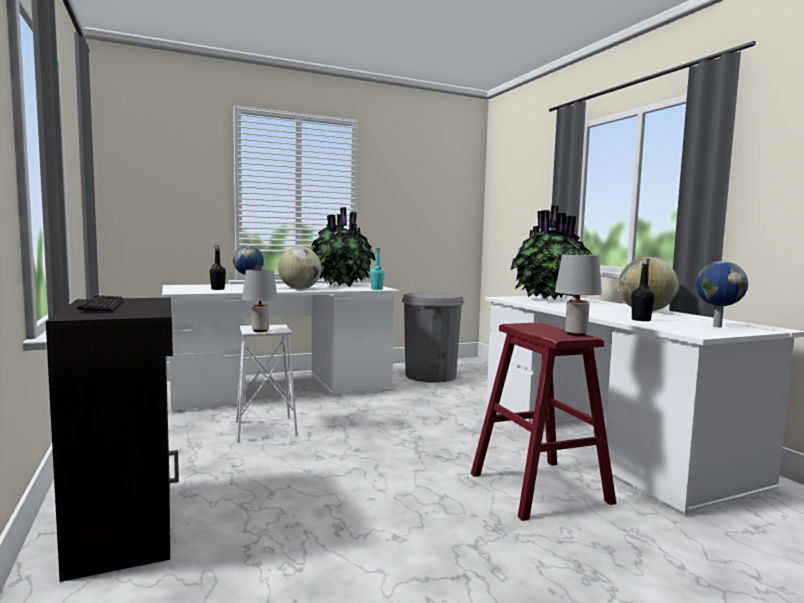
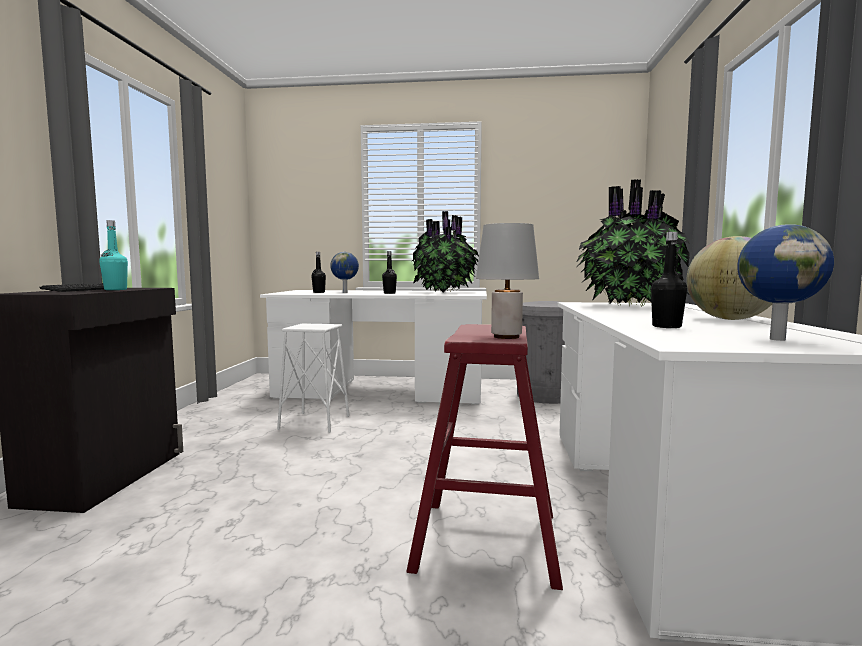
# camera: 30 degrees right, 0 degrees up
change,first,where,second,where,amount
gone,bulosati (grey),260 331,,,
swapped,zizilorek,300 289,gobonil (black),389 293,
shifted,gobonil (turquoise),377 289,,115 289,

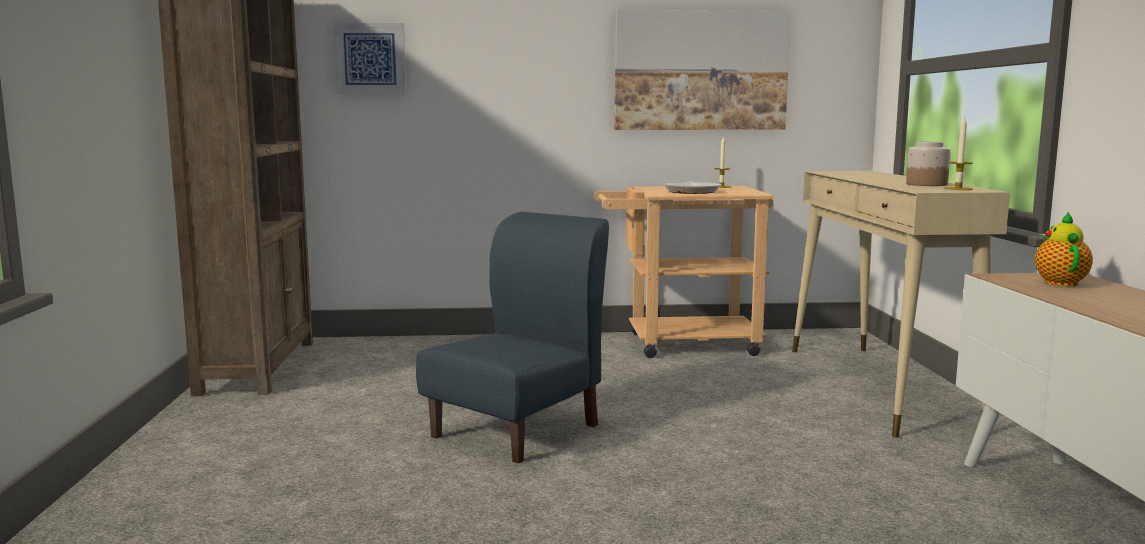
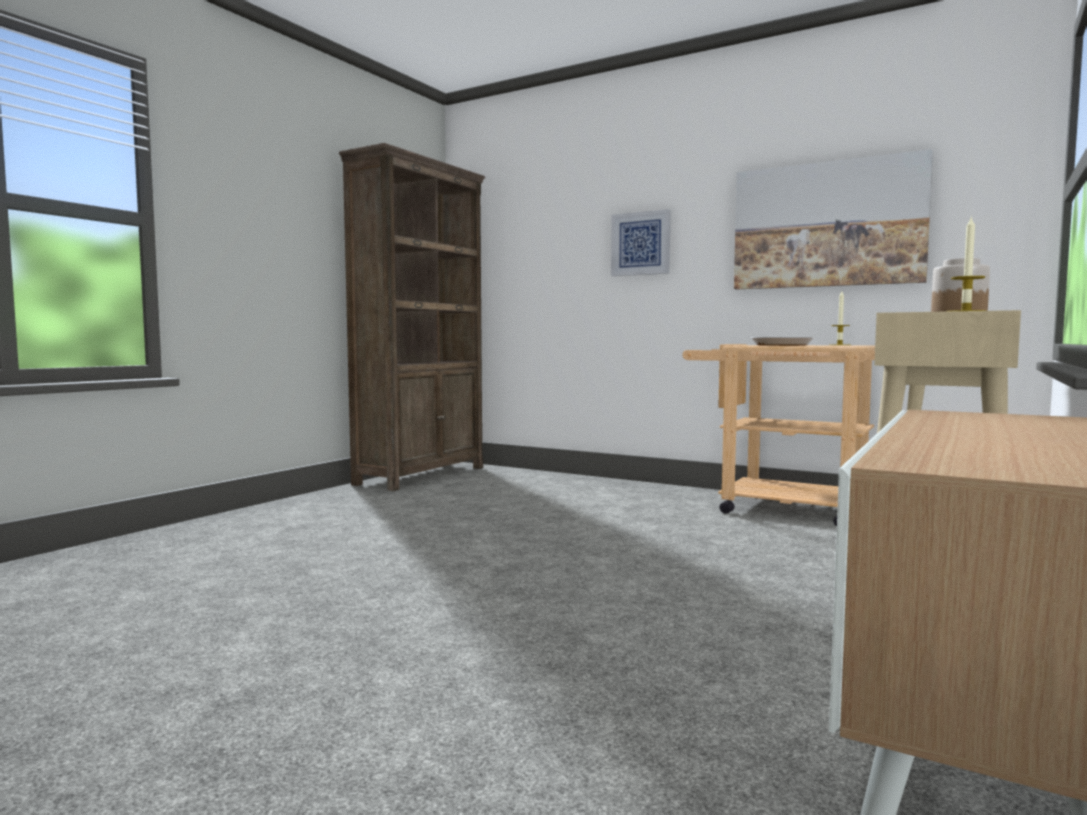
# camera: 35 degrees right, 5 degrees down
change,first,where,second,where,amount
shifted,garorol,370 58,,641 243,
gone,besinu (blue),518 430,,,
gone,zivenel,1059 282,,,

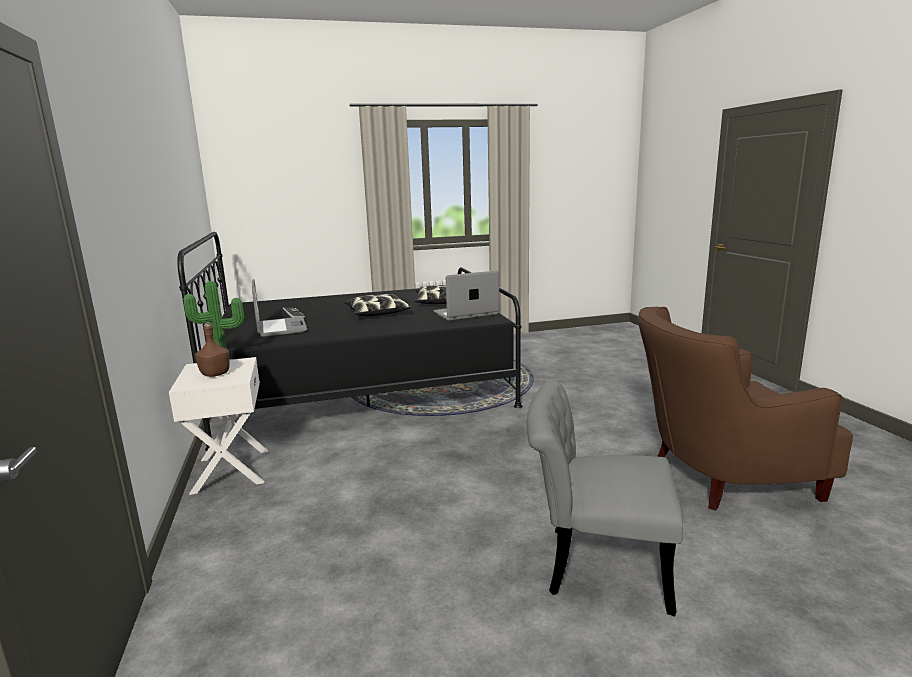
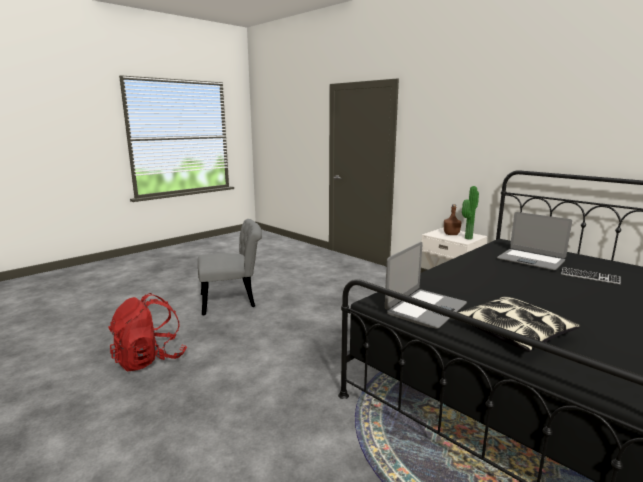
# camera: 150 degrees right, 0 degrees up
change,first,where,second,where,amount
gone,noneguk,377 313,,,
swapped,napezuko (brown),720 476,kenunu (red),150 359,

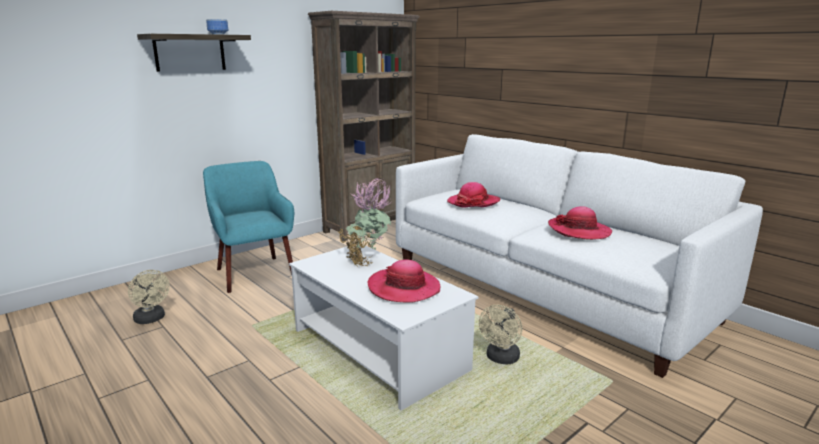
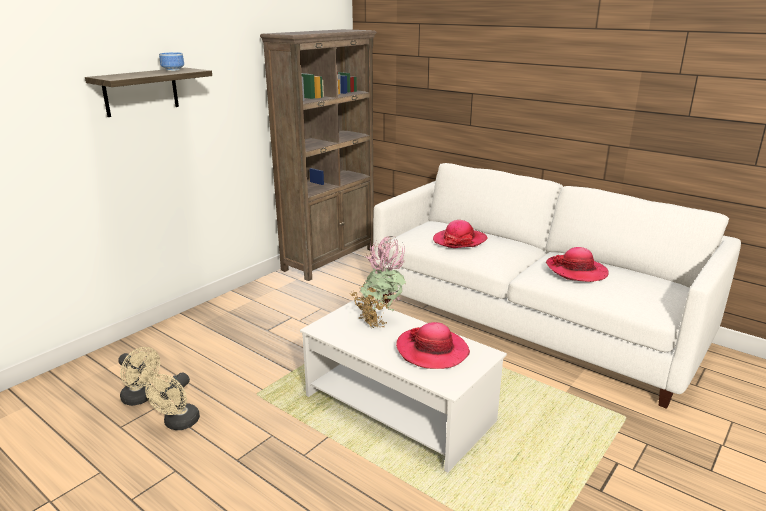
# camera: 10 degrees left, 5 degrees up
change,first,where,second,where,amount
gone,napezuko (turquoise),254 273,,,
shifted,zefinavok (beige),501 359,,178 424,

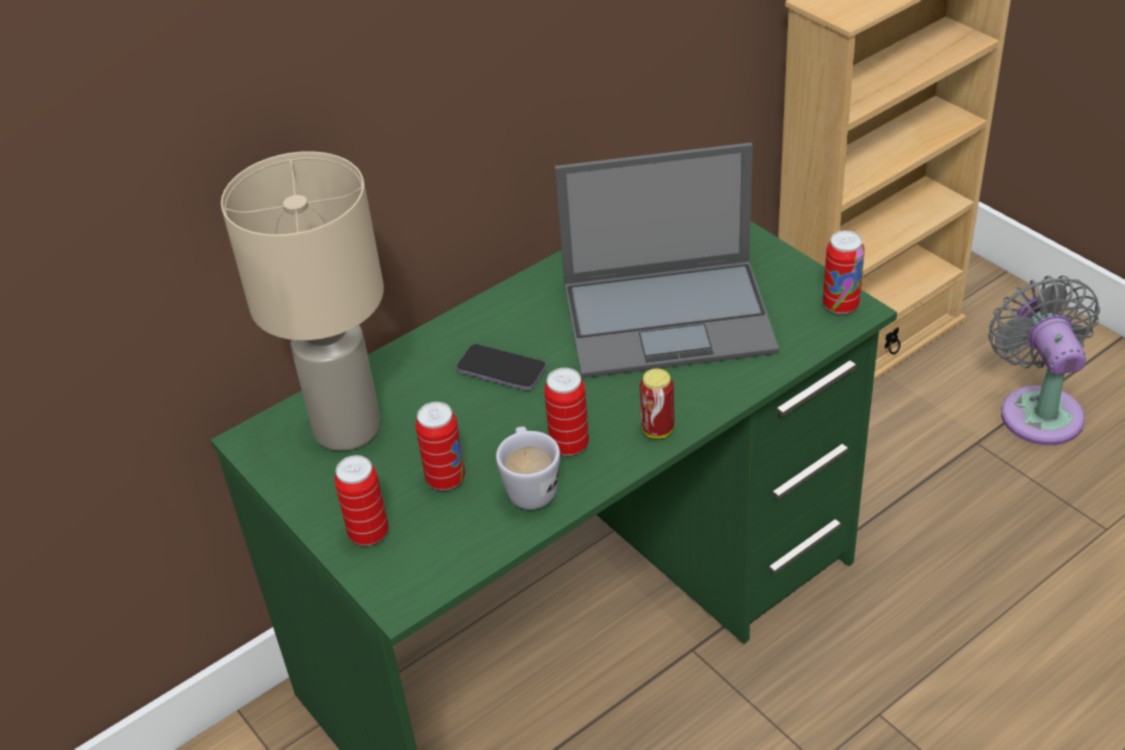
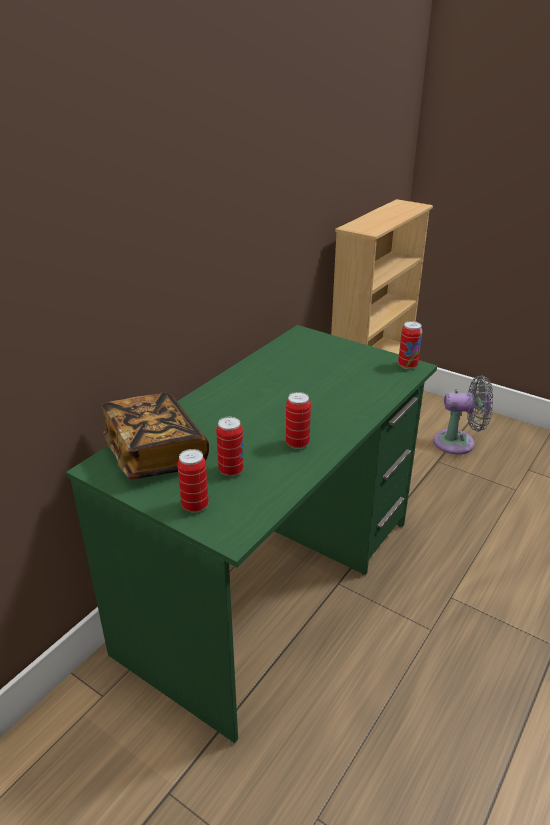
# camera: 20 degrees left, 10 degrees down
change,first,where,second,where,amount
swapped,bulosati (beige),346 429,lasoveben,155 454,
gone,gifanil,501 370,,,
gone,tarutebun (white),530 486,,,
gone,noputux,670 317,,,
gone,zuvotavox,657 430,,,
rotated,zefinavok (grey),1038 409,,458 443,120 degrees clockwise

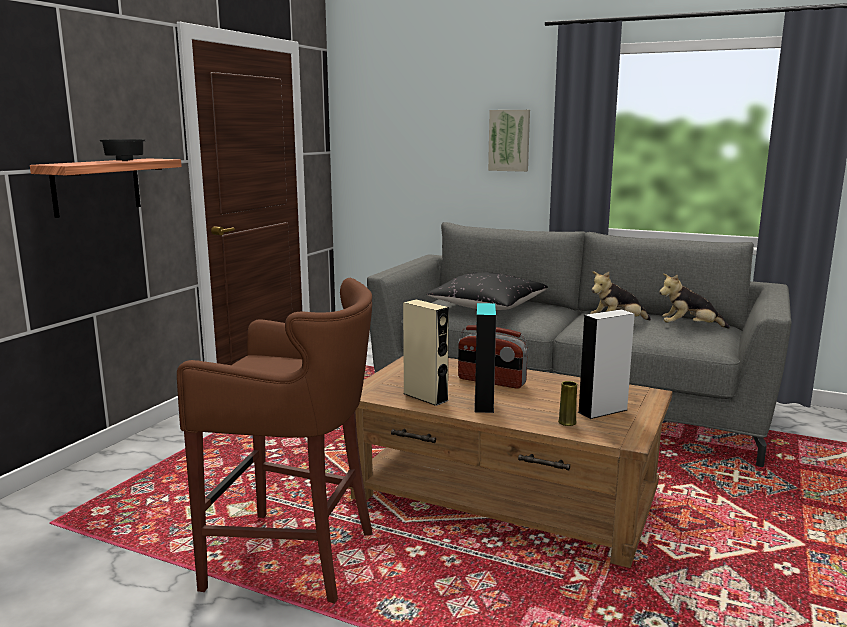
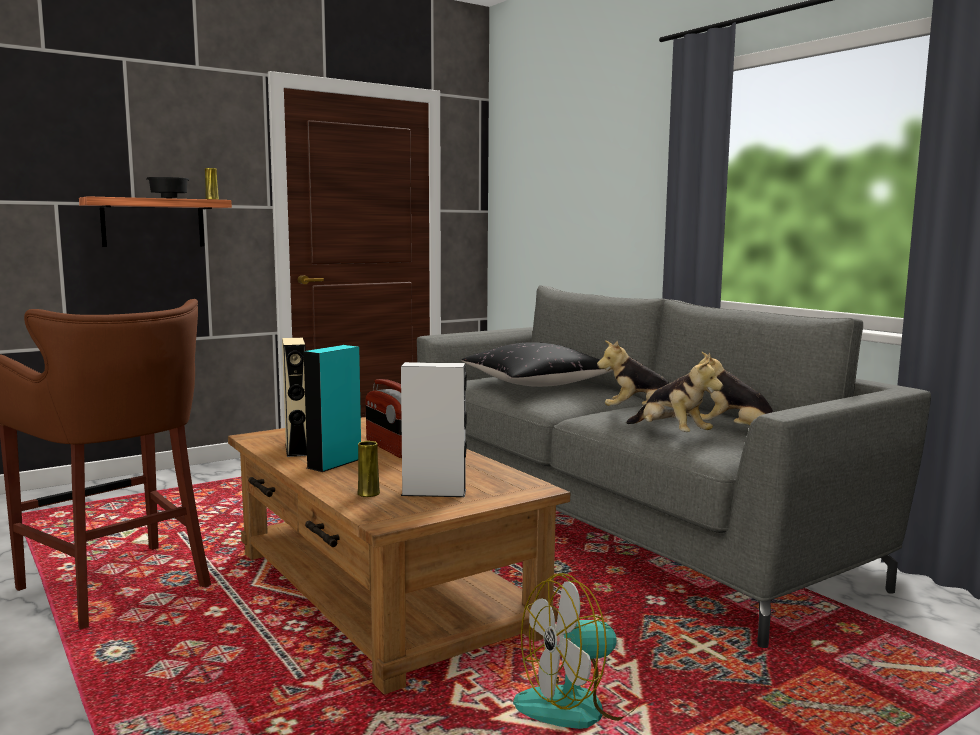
# camera: 30 degrees right, 5 degrees down
change,first,where,second,where,amount
gone,garorol,509 140,,,
new,,,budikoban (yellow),212 199,
new,,,zefinavok,578 705,
new,,,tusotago,671 434,

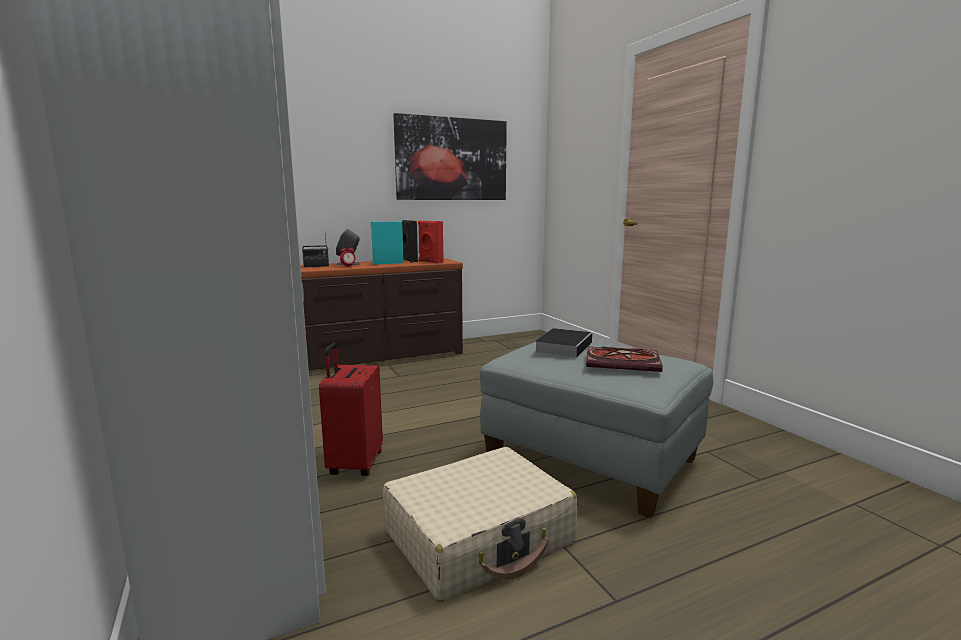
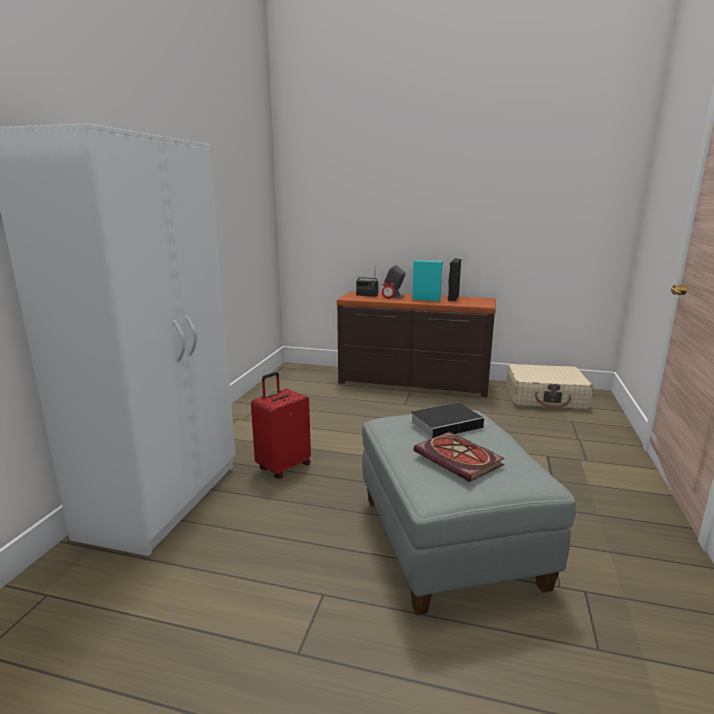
# camera: 40 degrees right, 5 degrees up
change,first,where,second,where,amount
shifted,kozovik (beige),480 538,,545 397,
gone,garorol,452 159,,,
gone,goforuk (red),430 262,,,

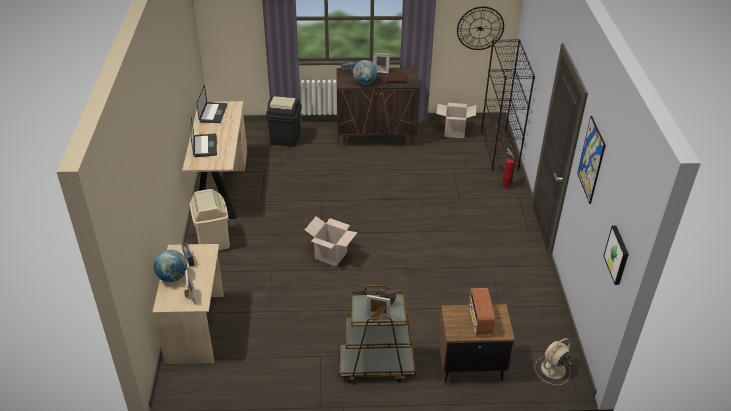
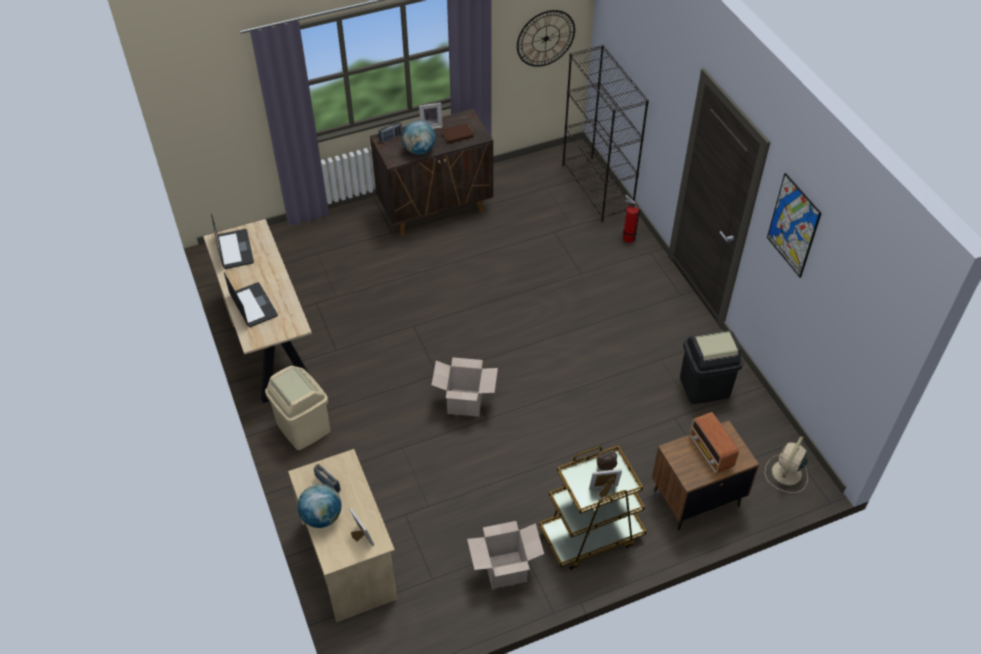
# camera: 20 degrees left, 10 degrees up
change,first,where,second,where,amount
shifted,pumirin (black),285 139,,704 387,
shifted,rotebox,454 132,,505 570,
gone,garorol,617 255,,,

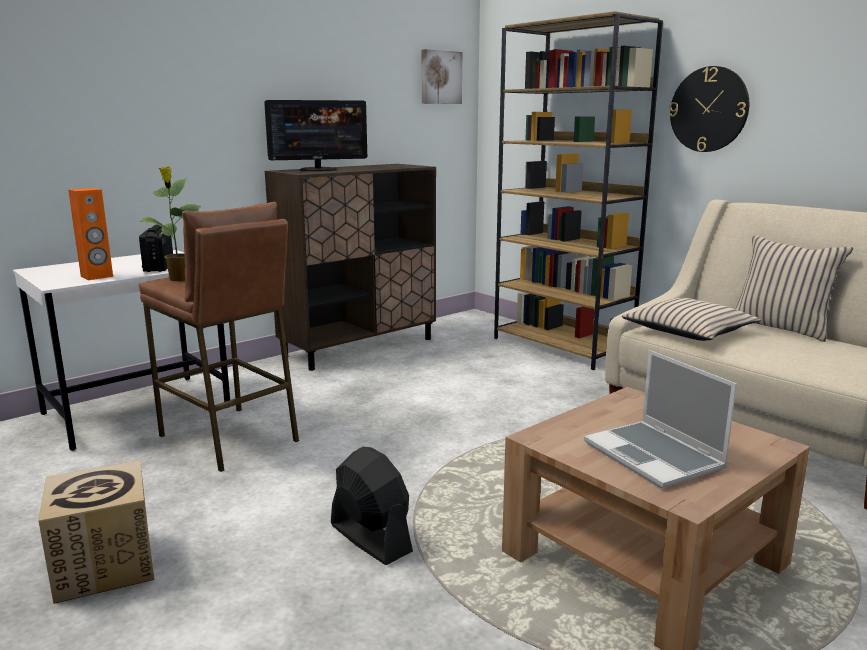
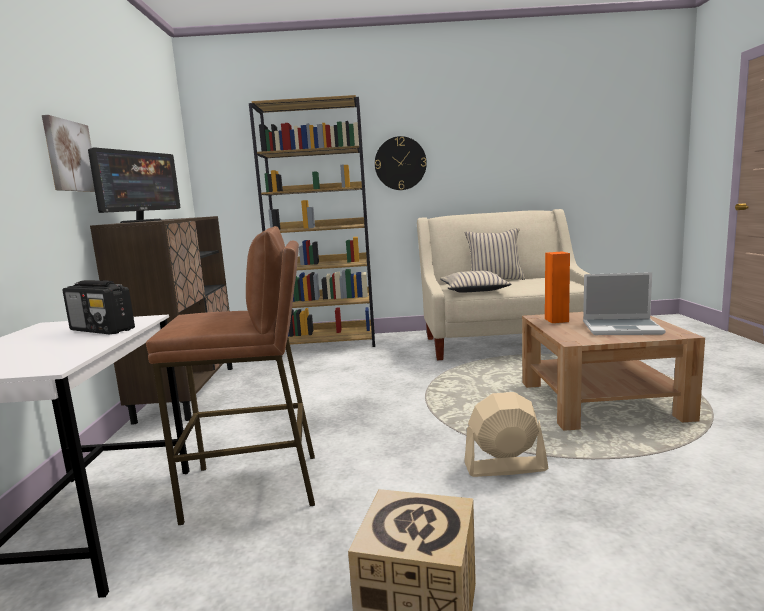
# camera: 50 degrees left, 5 degrees down
change,first,where,second,where,amount
shifted,goforuk (orange),97 276,,557 320,
gone,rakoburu,179 279,,,
repainted,zefinavok (black),370 538,zefinavok (beige),505 467,
shifted,garorol,440 77,,69 156,

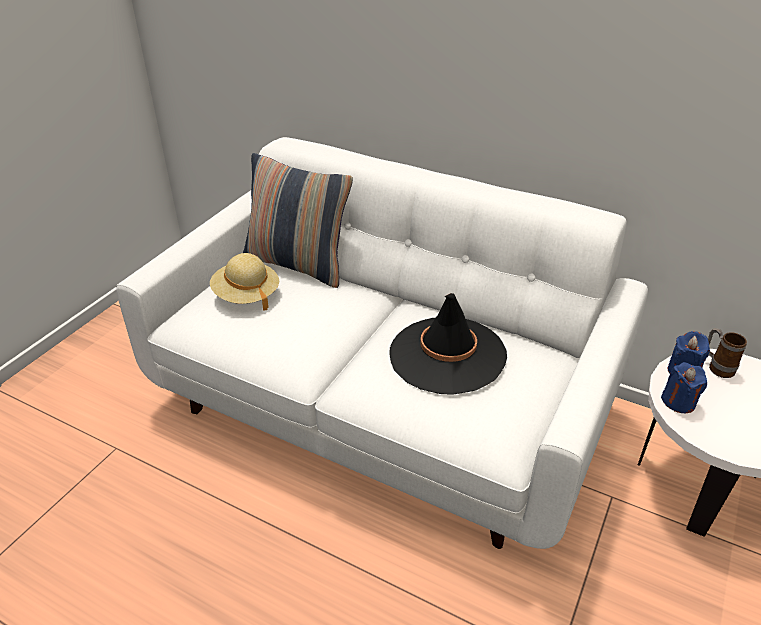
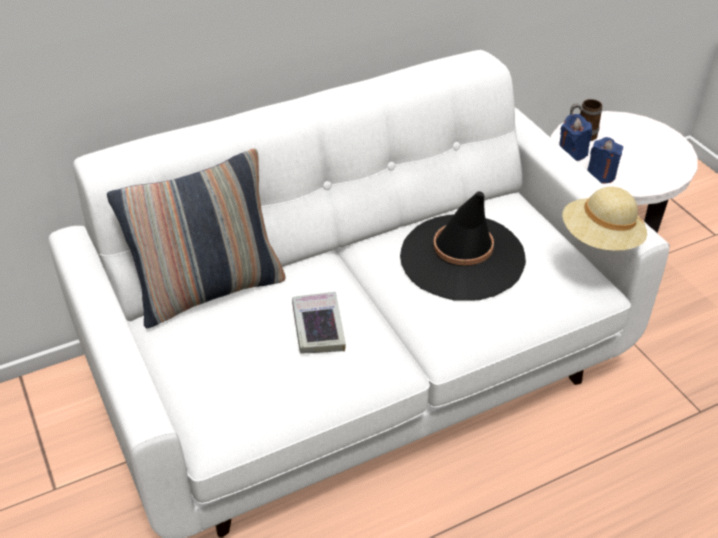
# camera: 55 degrees left, 5 degrees up
change,first,where,second,where,amount
shifted,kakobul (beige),246 295,,600 240,
new,,,lasoveben,318 327,

